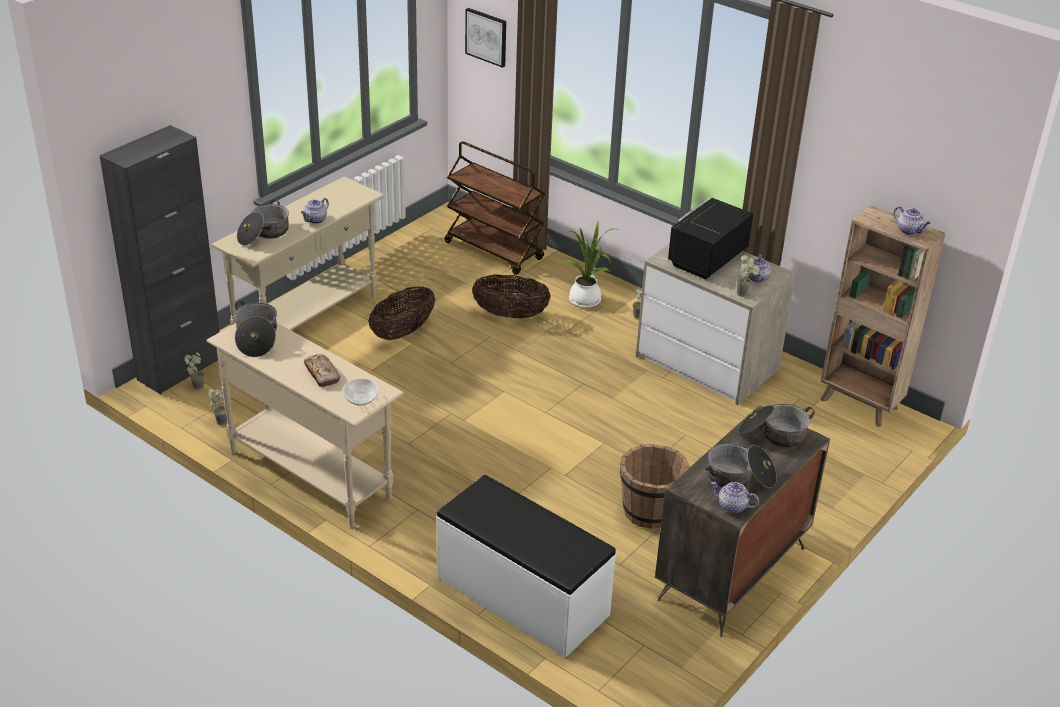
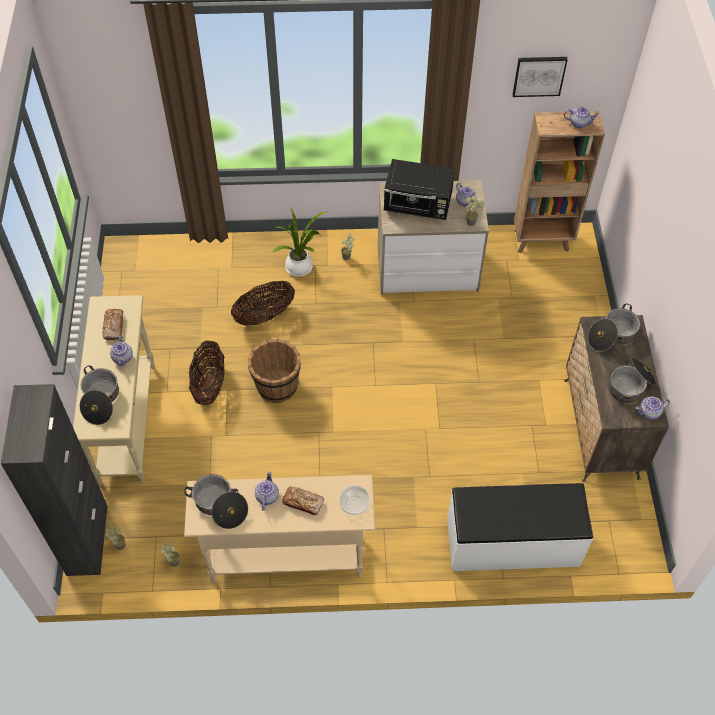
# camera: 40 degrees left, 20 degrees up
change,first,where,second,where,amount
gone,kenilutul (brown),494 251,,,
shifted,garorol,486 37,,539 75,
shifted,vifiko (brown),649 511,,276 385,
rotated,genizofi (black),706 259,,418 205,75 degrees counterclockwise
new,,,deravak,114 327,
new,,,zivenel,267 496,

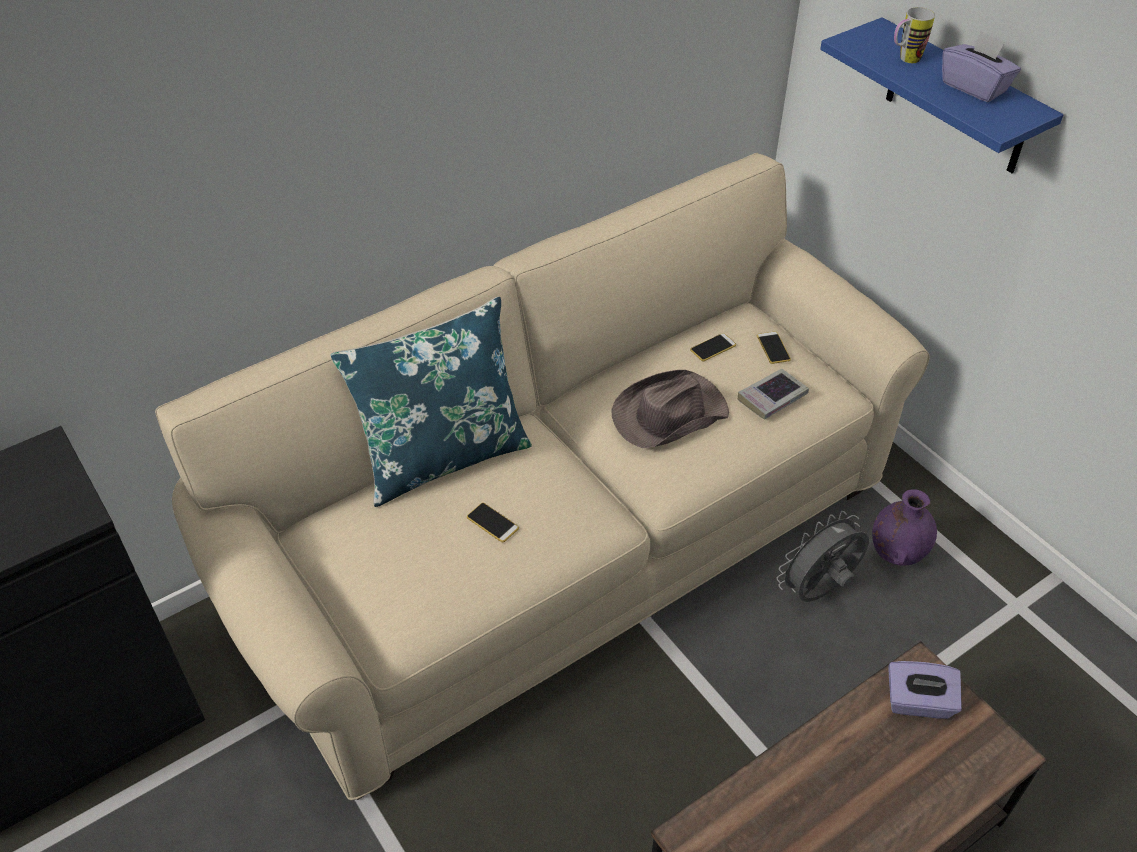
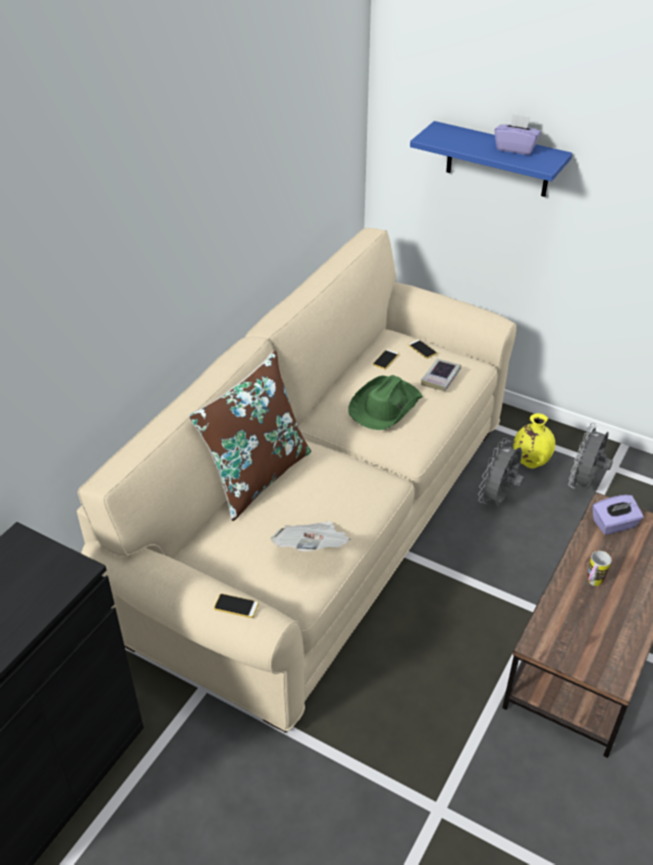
# camera: 25 degrees left, 5 degrees down
change,first,where,second,where,amount
repainted,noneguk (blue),443 456,noneguk (brown),256 476,
shifted,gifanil,492 523,,236 606,
repainted,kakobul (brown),668 414,kakobul (green),385 406,
repainted,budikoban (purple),896 554,budikoban (yellow),530 462,
shifted,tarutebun,904 60,,592 583,
new,,,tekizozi,312 550,
new,,,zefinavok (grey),585 483,

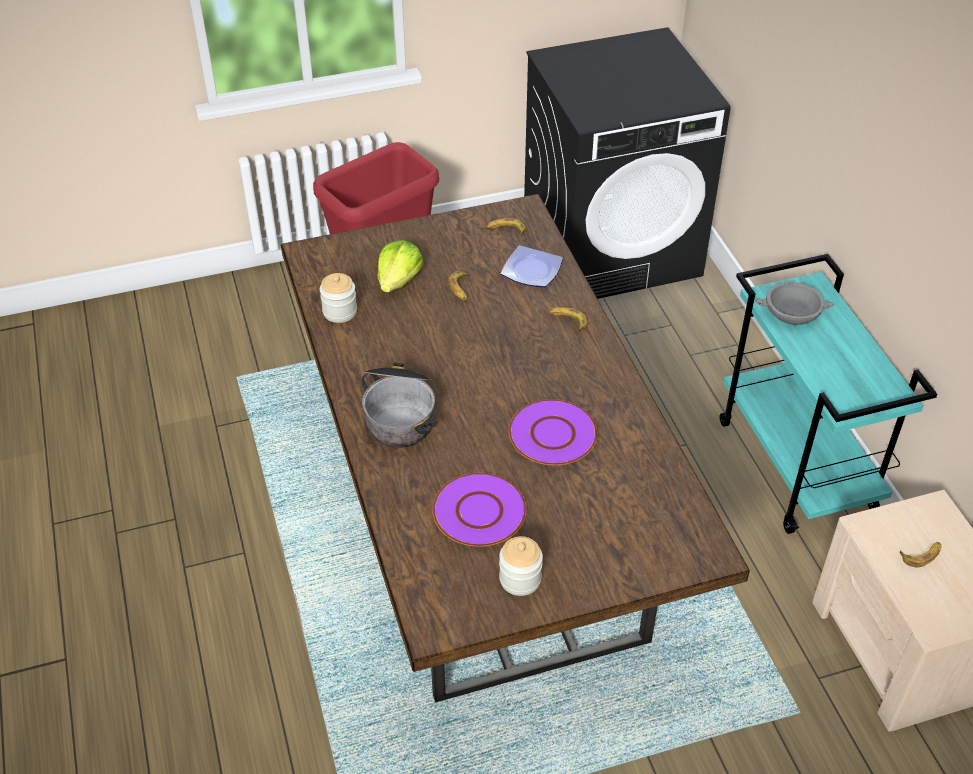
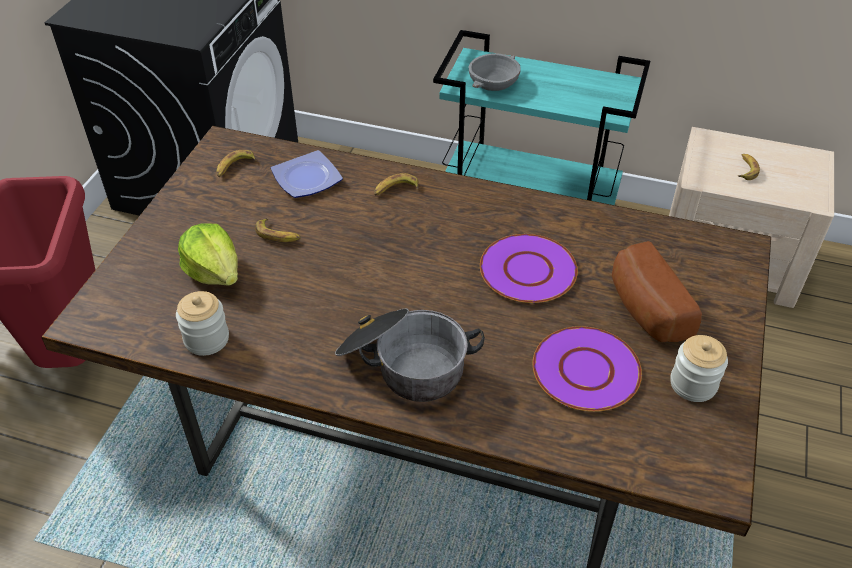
# camera: 55 degrees left, 0 degrees up
change,first,where,second,where,amount
new,,,deravak,644 309,

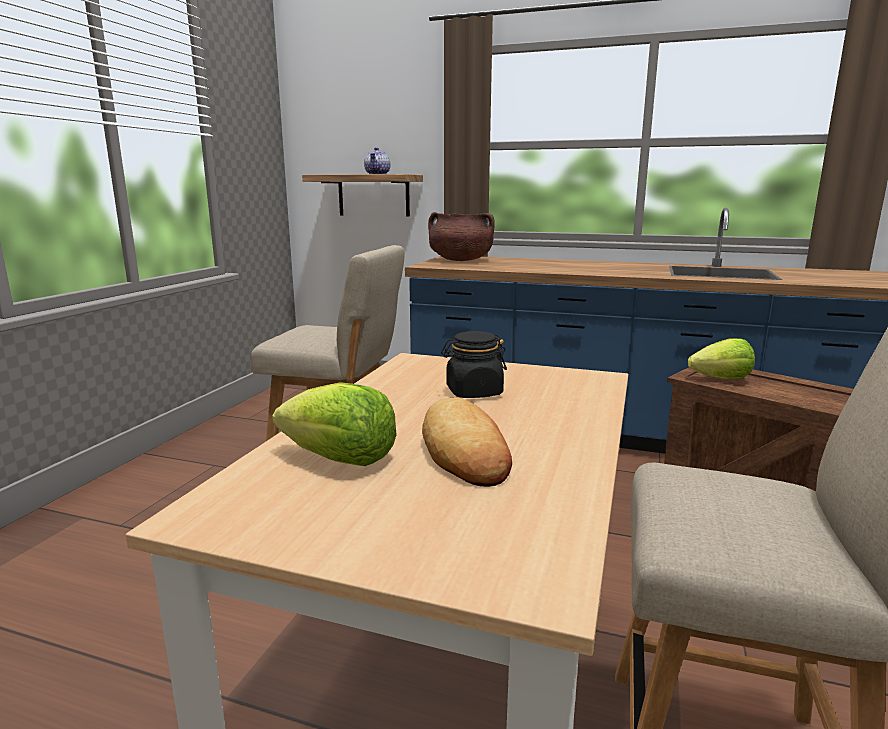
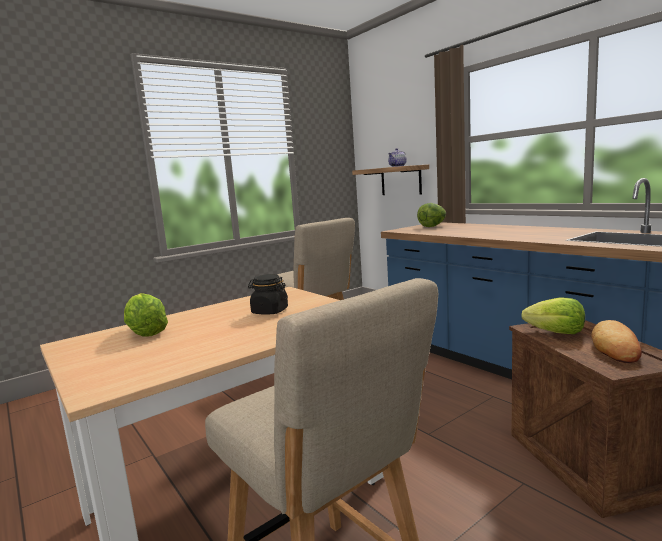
# camera: 35 degrees right, 5 degrees down
change,first,where,second,where,amount
shifted,deravak,464 450,,615 347,
swapped,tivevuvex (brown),460 260,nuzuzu,432 226,

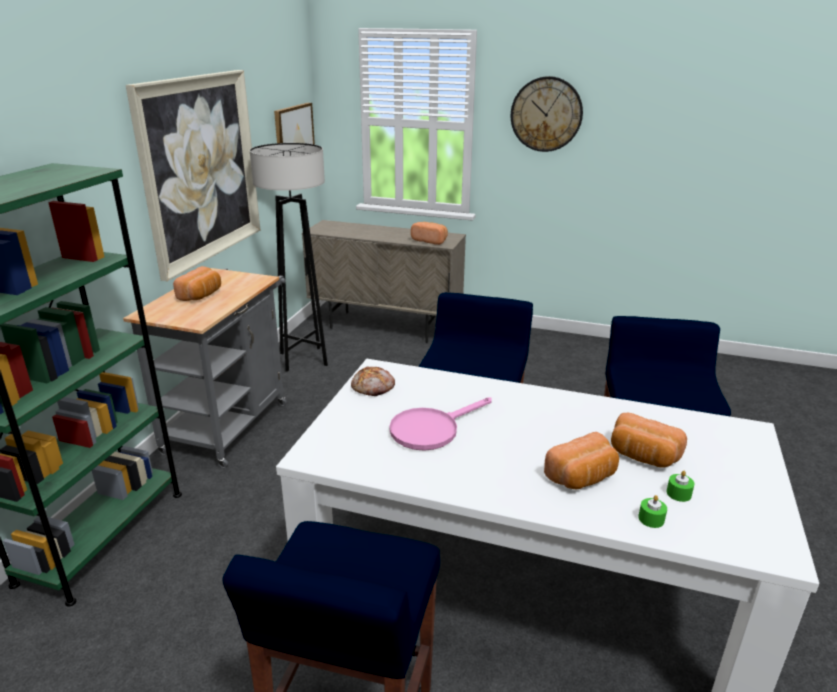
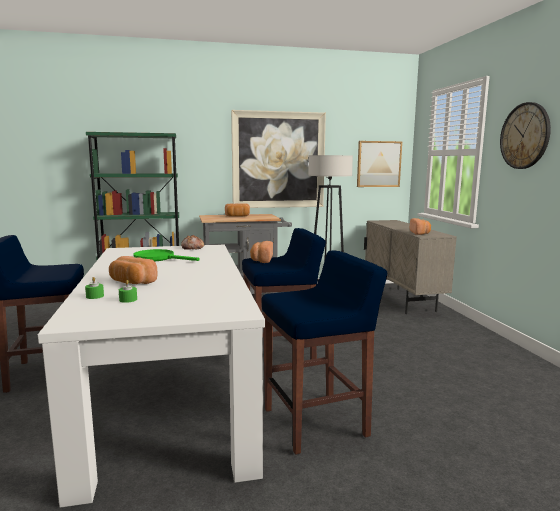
# camera: 60 degrees right, 15 degrees down
change,first,where,second,where,amount
repainted,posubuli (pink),431 429,posubuli (green),159 258,
shifted,deravak,642 456,,261 260,

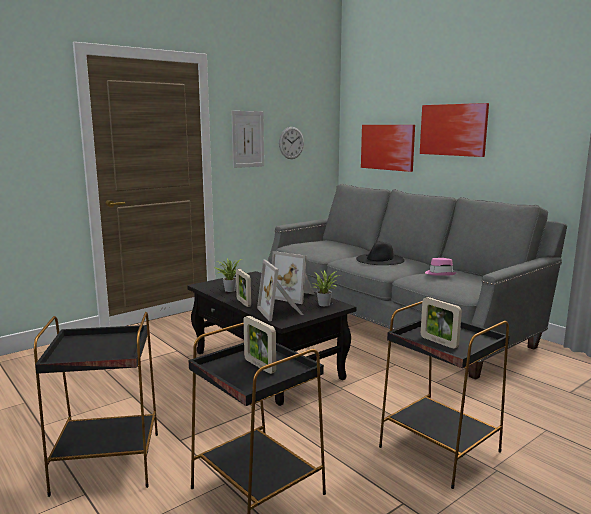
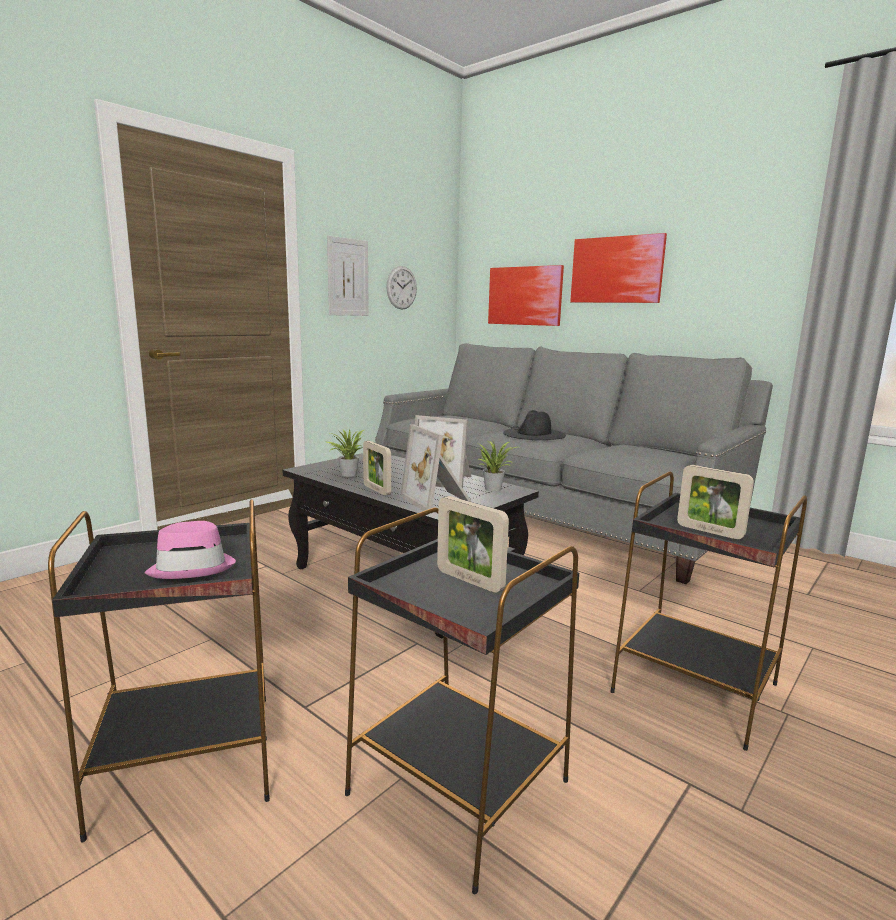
# camera: 10 degrees left, 0 degrees up
change,first,where,second,where,amount
shifted,kakobul (pink),440 274,,193 567,

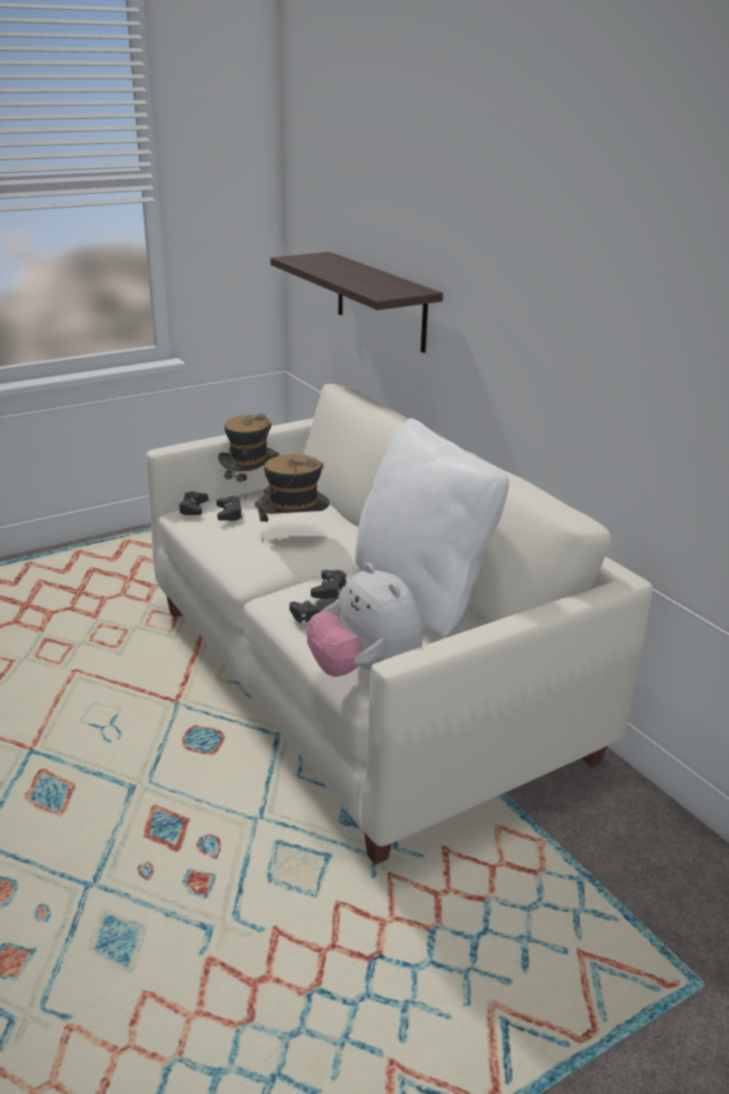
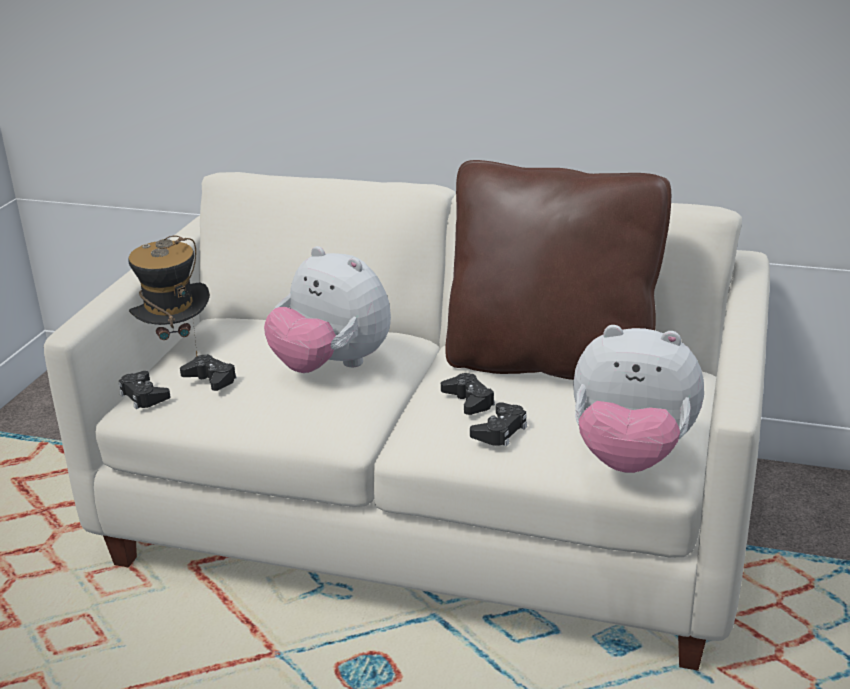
# camera: 40 degrees left, 0 degrees up
change,first,where,second,where,amount
swapped,kakobul,293 534,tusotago,332 366,
gone,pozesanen,380 301,,,
repainted,noneguk (white),421 594,noneguk (brown),551 363,

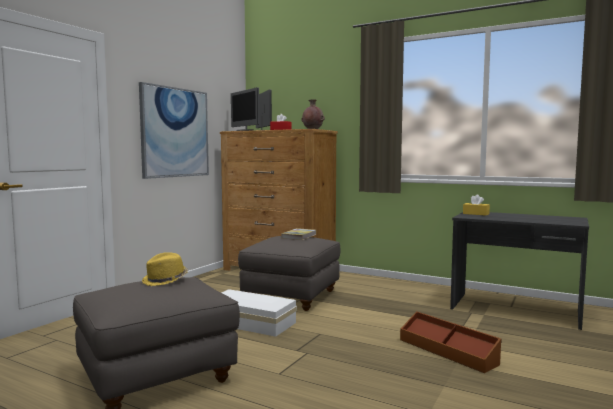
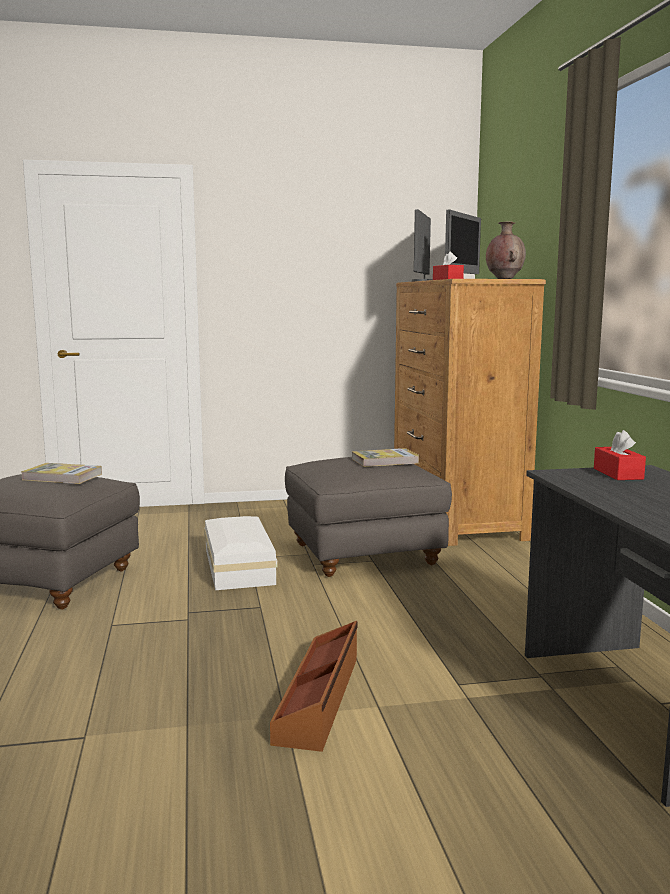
# camera: 50 degrees right, 5 degrees up
change,first,where,second,where,amount
gone,garorol,175 132,,,
swapped,kakobul (yellow),165 280,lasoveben,62 477,
repainted,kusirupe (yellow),476 214,kusirupe (red),618 474,

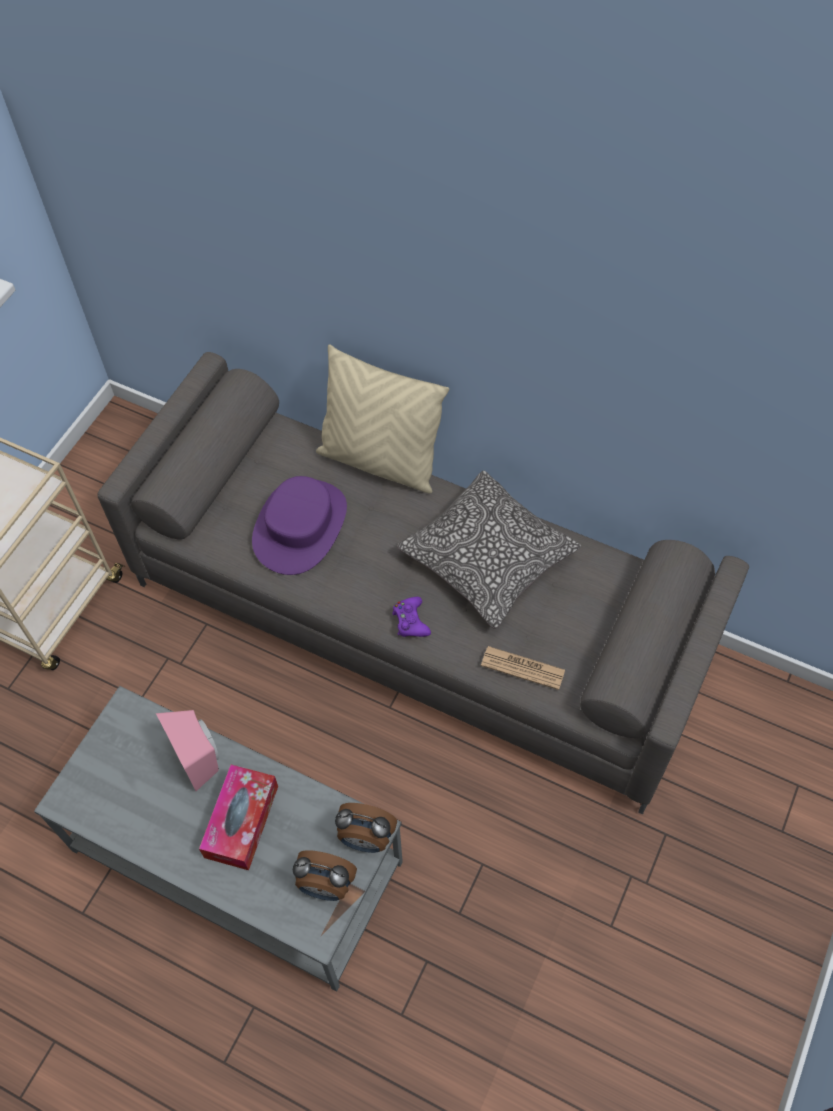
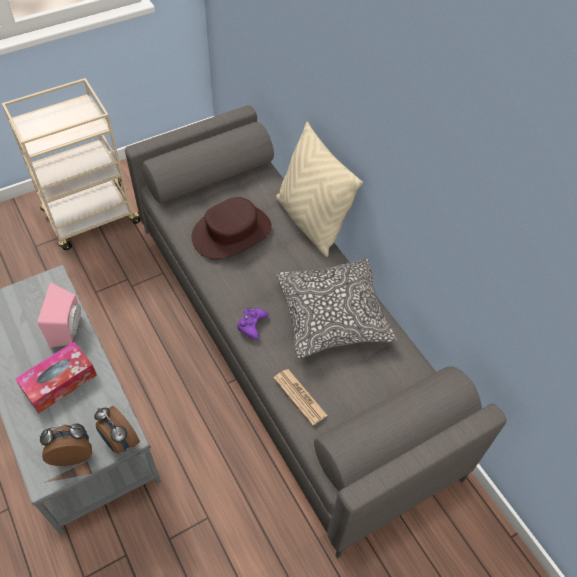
# camera: 30 degrees right, 5 degrees down
change,first,where,second,where,amount
repainted,kakobul (purple),301 527,kakobul (brown),232 233,
rotated,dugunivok,325 885,,72 453,120 degrees clockwise

